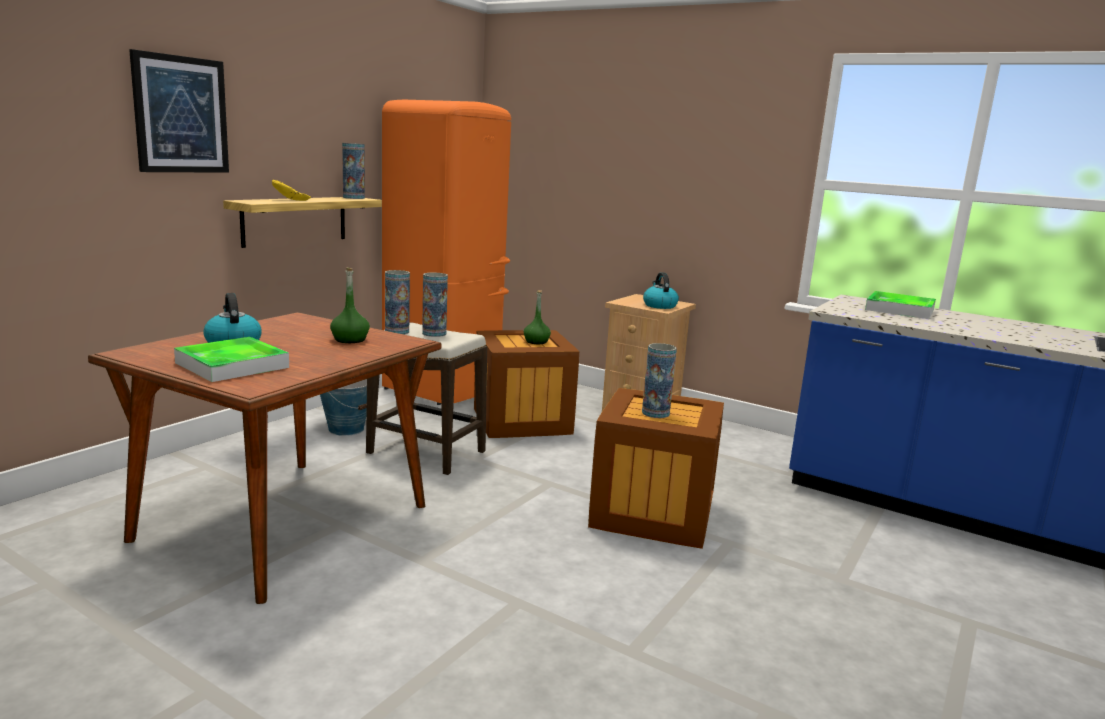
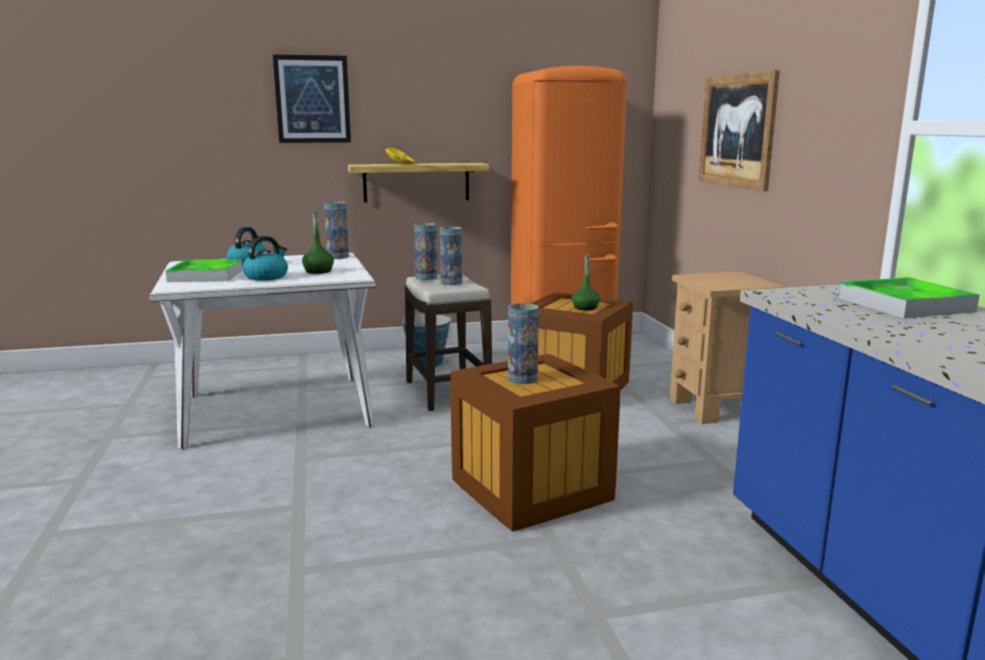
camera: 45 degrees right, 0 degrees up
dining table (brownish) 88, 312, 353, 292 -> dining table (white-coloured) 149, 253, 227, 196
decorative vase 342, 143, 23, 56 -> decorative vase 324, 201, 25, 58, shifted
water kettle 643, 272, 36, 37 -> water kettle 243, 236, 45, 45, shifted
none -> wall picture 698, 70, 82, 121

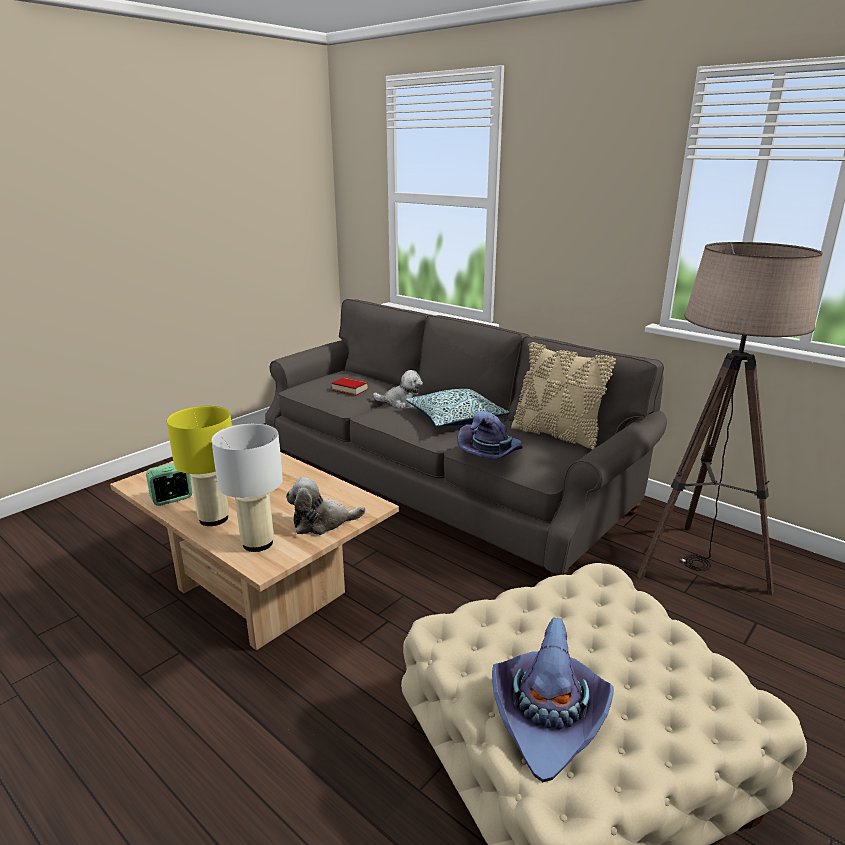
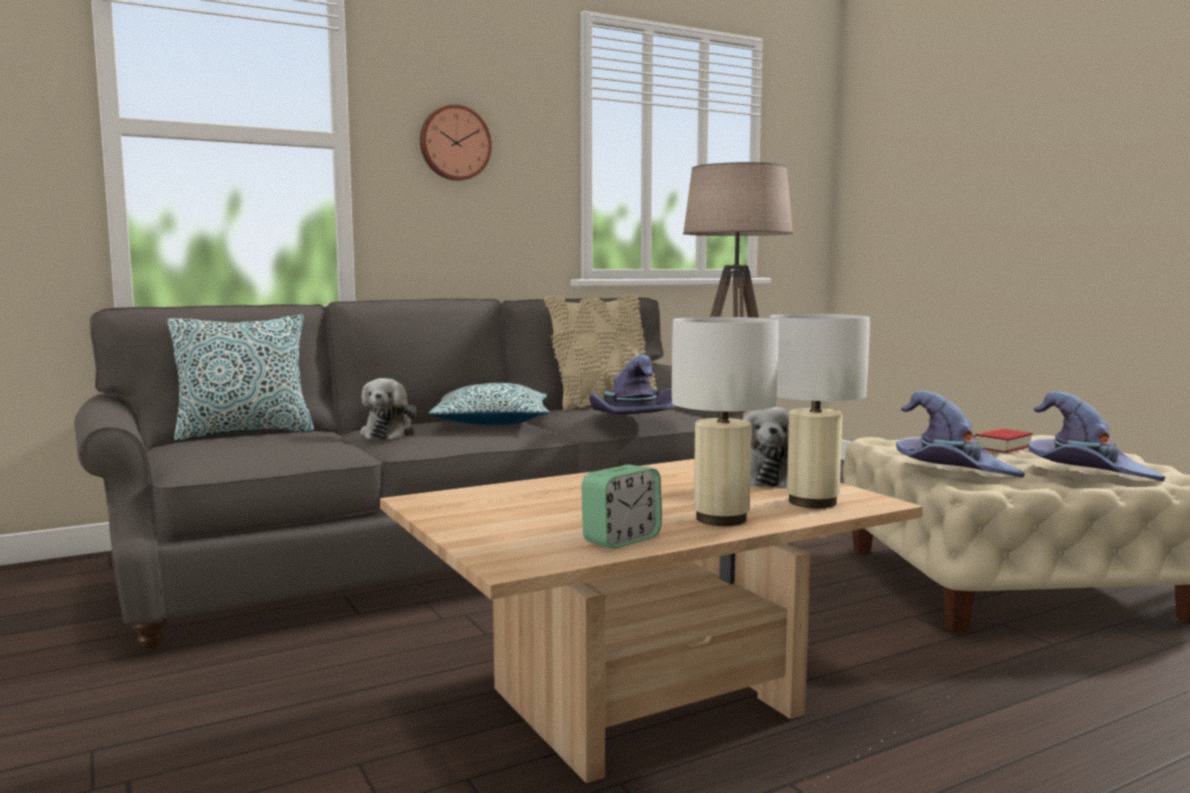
camera: 70 degrees left, 15 degrees down
table clock 146, 463, 46, 43 -> table clock 581, 464, 81, 85, 120 degrees counterclockwise
tabletop lamp (yellow) 167, 406, 65, 120 -> tabletop lamp (white-coloured) 672, 317, 107, 209
book 331, 377, 37, 19 -> book 973, 428, 60, 25, shifted
soft toy 373, 370, 50, 38 -> soft toy 360, 378, 56, 62, 150 degrees clockwise
none -> cushion 167, 314, 147, 127
none -> hanging clock 420, 104, 72, 77
none -> wearable hat (purple) 896, 391, 129, 87

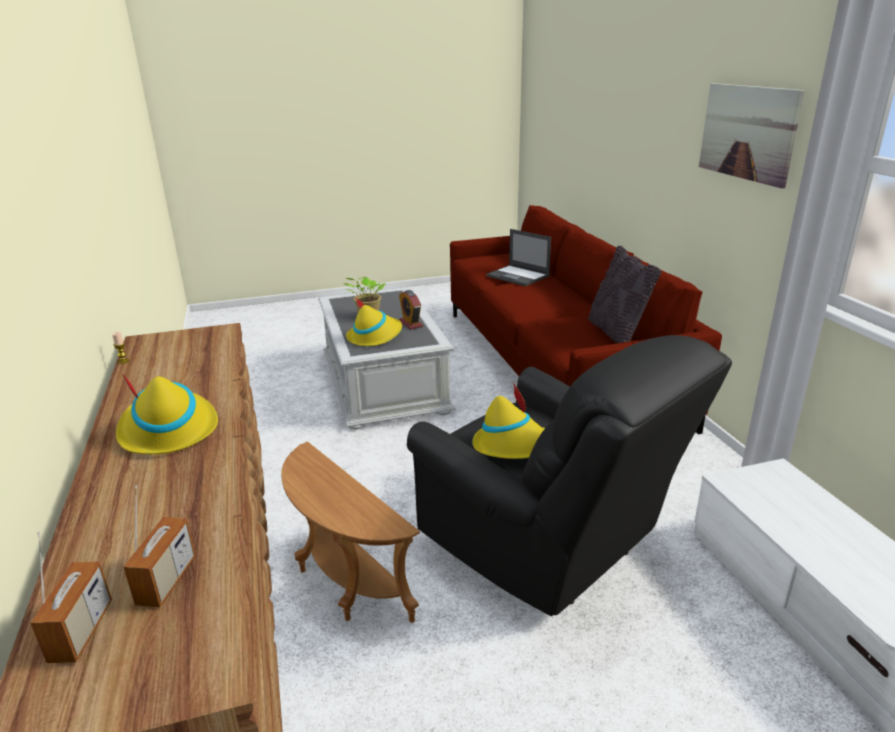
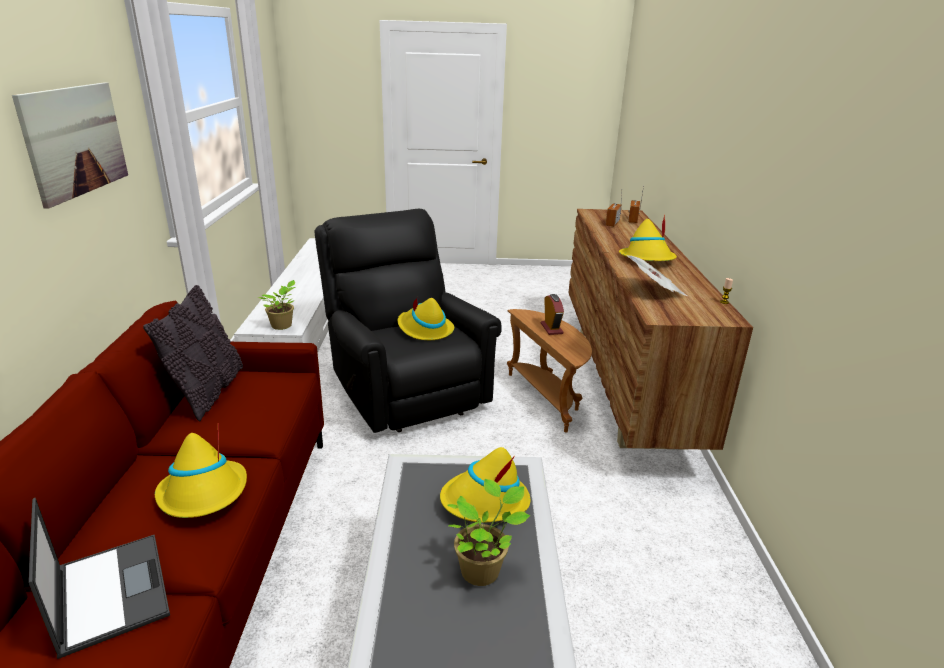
camera: 165 degrees left, 0 degrees up
table clock 399, 290, 24, 40 -> table clock 541, 294, 23, 41, shifted
none -> wearable hat (yellow) 155, 428, 92, 90
none -> potted plant 257, 280, 39, 50
none -> printed paper 626, 255, 61, 41

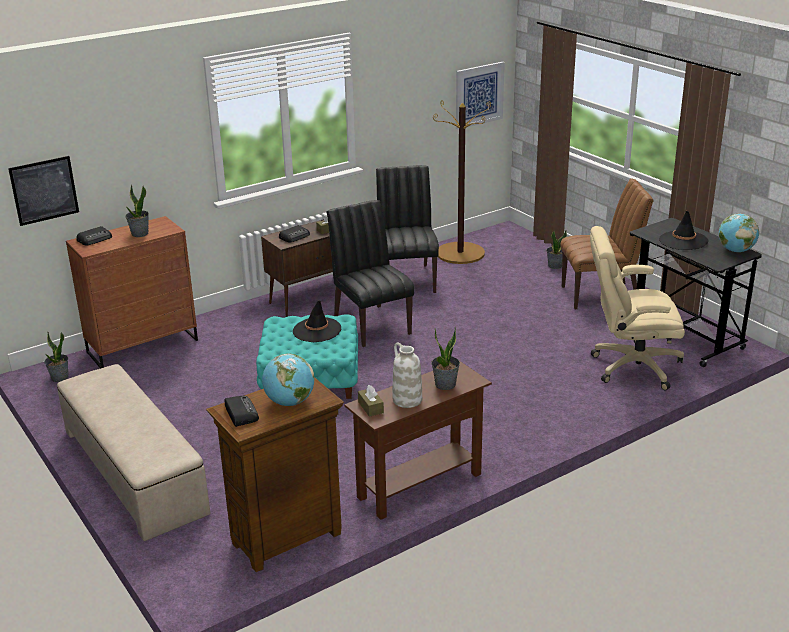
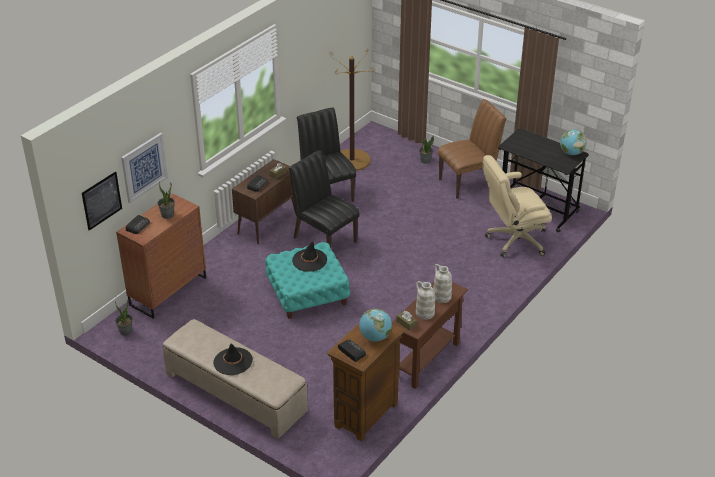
camera: 20 degrees left, 10 degrees up
potted plant 431, 326, 29, 64 -> decorative vase (white-coloured) 433, 264, 19, 39
wall picture 456, 62, 49, 68 -> wall picture 121, 133, 47, 70, shifted
wearable hat (black) 659, 211, 50, 39 -> wearable hat (black) 213, 343, 40, 32, shifted

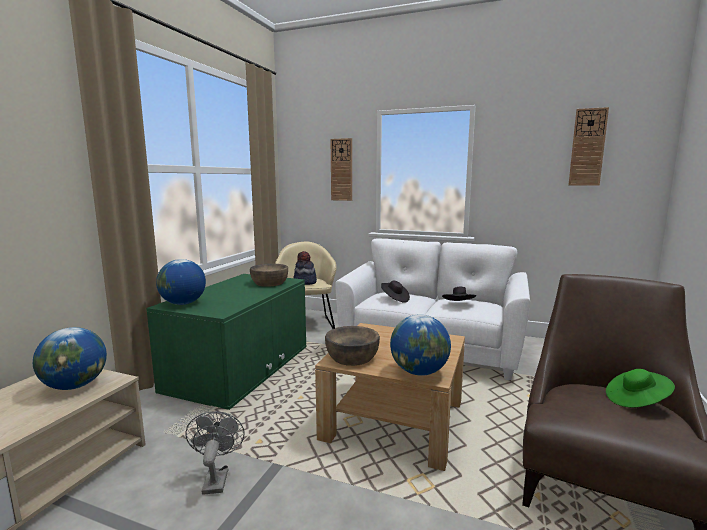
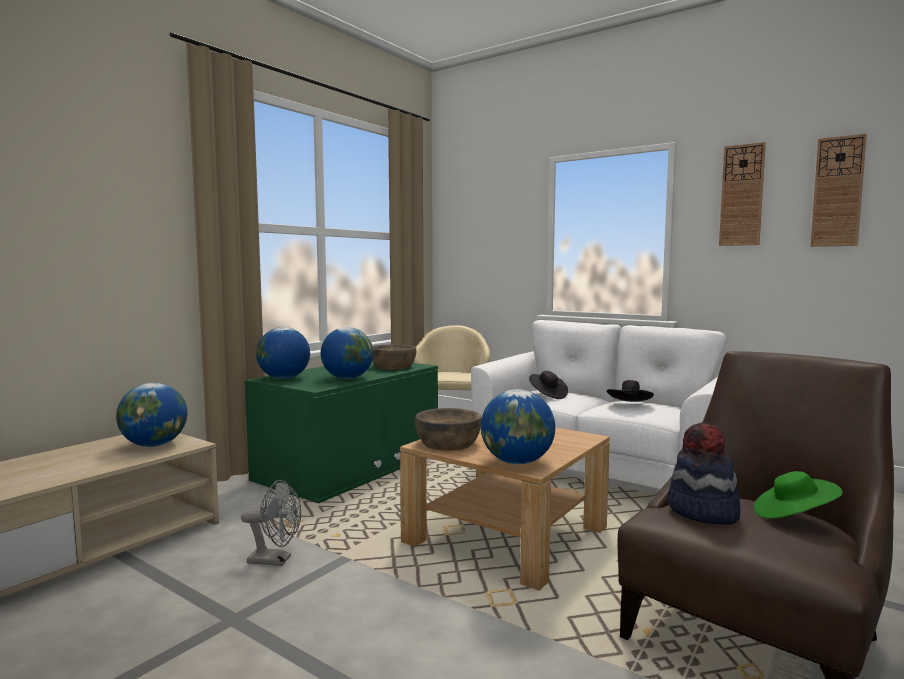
camera: 15 degrees right, 5 degrees down
fan (greyish) 186, 411, 59, 84 -> fan (greyish) 241, 480, 60, 86, 90 degrees clockwise
wearable hat 293, 251, 24, 34 -> wearable hat 668, 423, 73, 102, shifted
hanging clock 331, 138, 21, 63 -> hanging clock 719, 142, 47, 104, shifted
none -> desk globe 321, 327, 52, 52

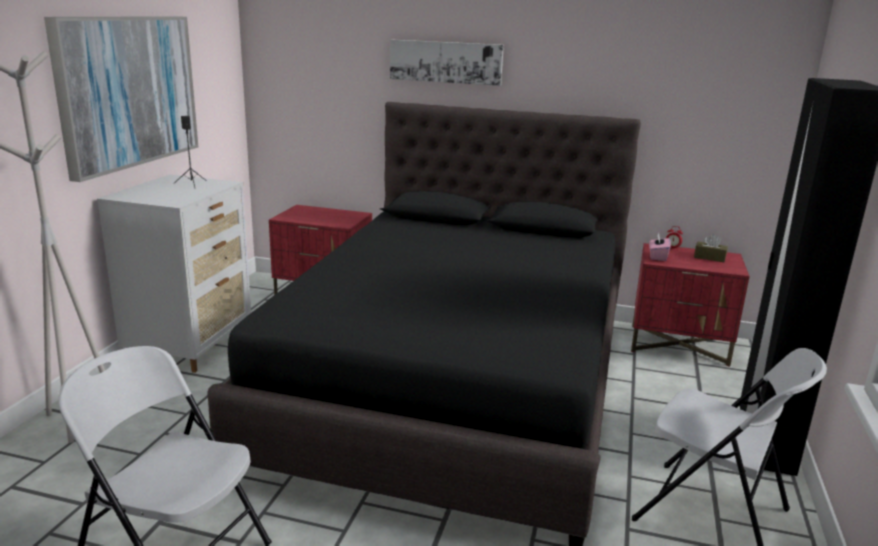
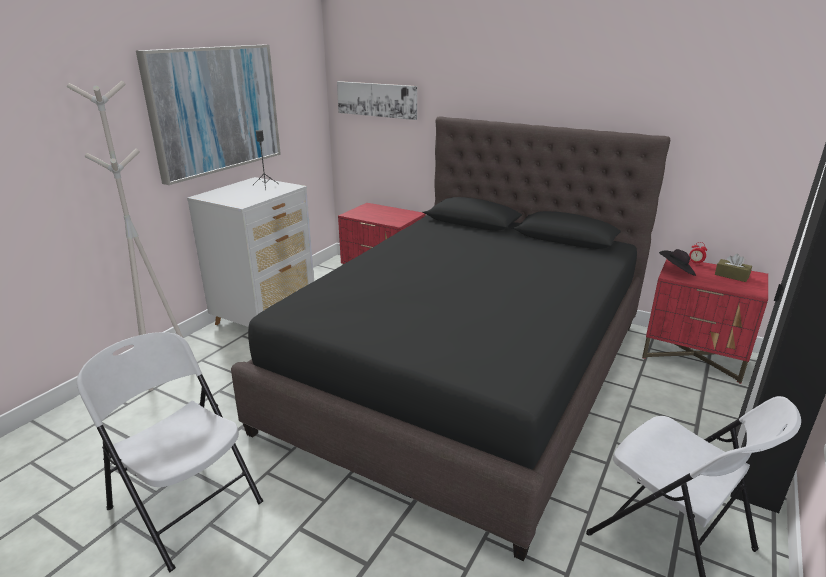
camera: 15 degrees right, 5 degrees up
wall picture 390, 40, 114, 46 -> wall picture 337, 81, 80, 39, shifted
box of tissues (pink-coloured) 649, 232, 22, 29 -> wearable hat (black) 659, 249, 37, 27

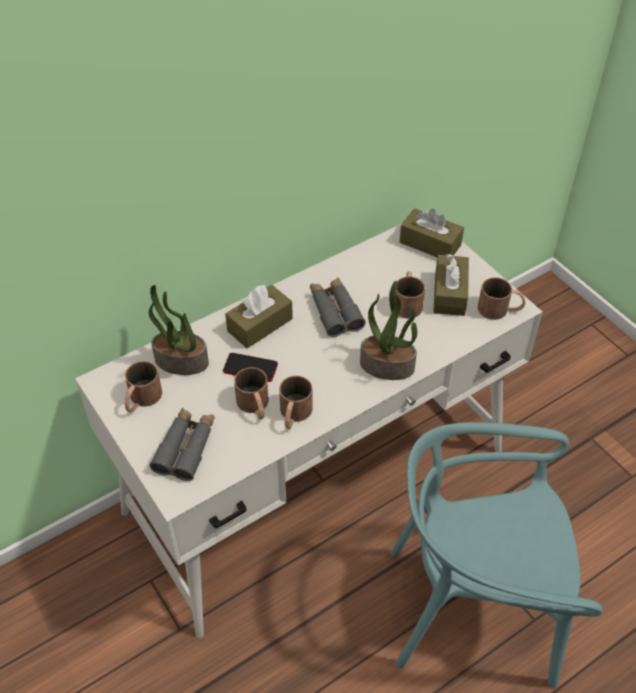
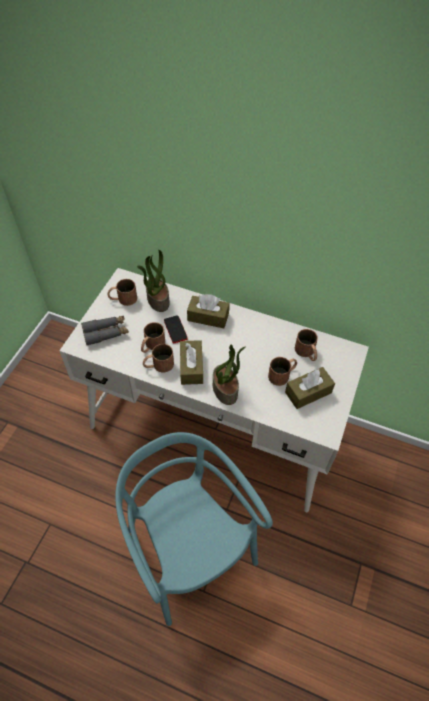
camera: 55 degrees right, 5 degrees up
field glasses (greyish) 310, 277, 56, 60 -> none
box of tissues (brownish) 400, 208, 64, 49 -> box of tissues (brownish) 180, 340, 23, 45, shifted
tea mug (brownish) 478, 277, 48, 43 -> tea mug (brownish) 295, 329, 23, 32, shifted

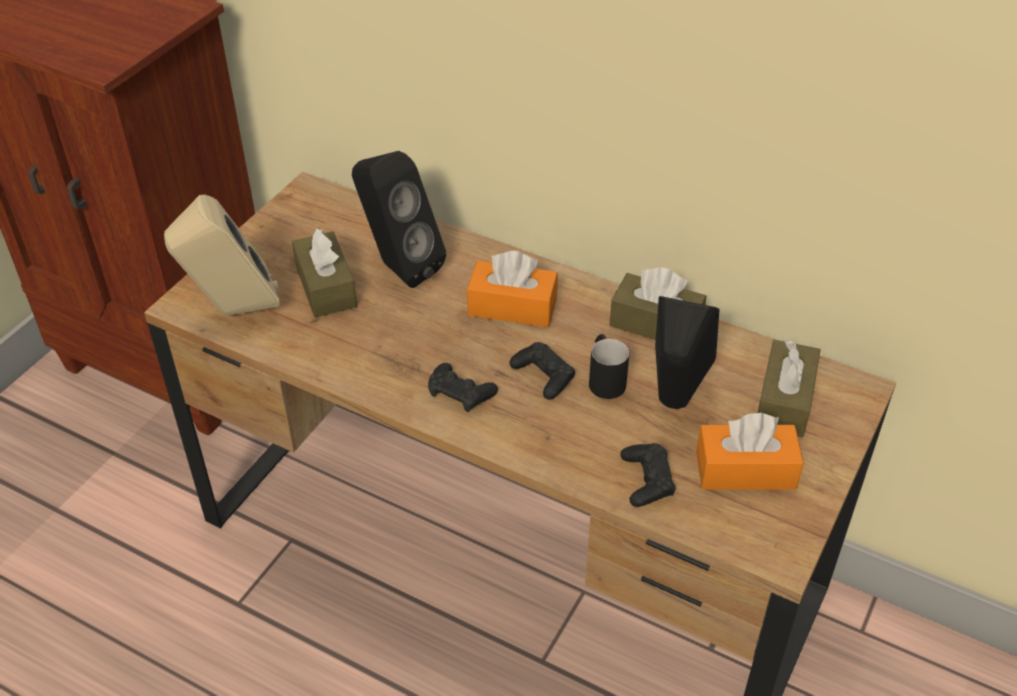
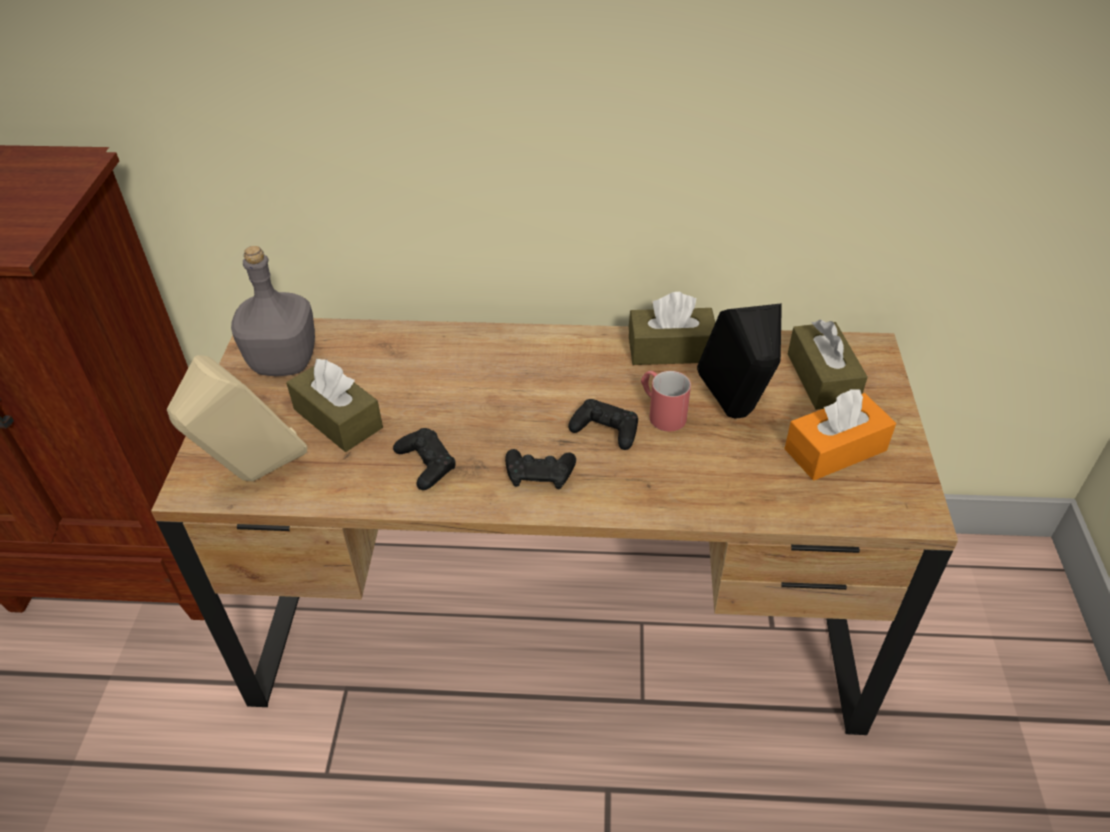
camera: 25 degrees left, 0 degrees up
loudspeaker (black) 352, 151, 94, 137 -> none
box of tissues (orange-coloured) 467, 251, 91, 76 -> none
tea mug (black) 589, 334, 40, 65 -> tea mug (reddish) 641, 371, 50, 60
game controller (black) 620, 443, 56, 64 -> game controller (black) 393, 428, 63, 62, shifted
none -> beverage bottle (greyish) 231, 246, 84, 130

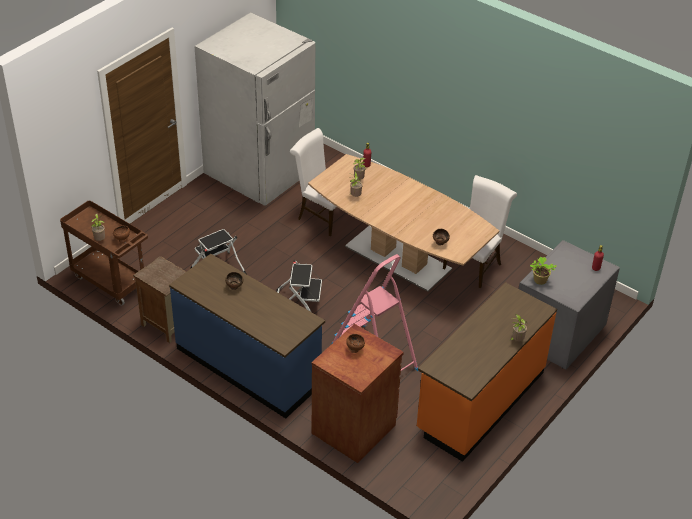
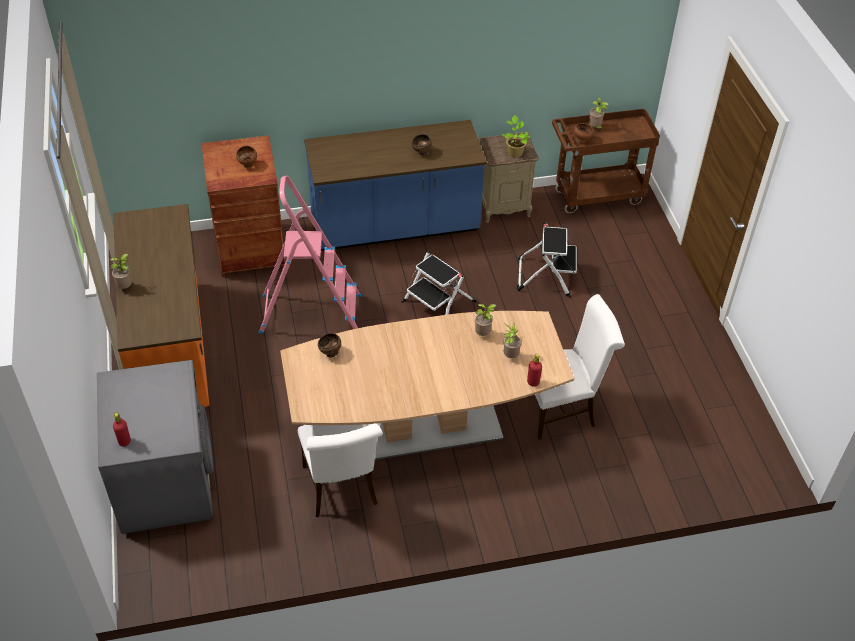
camera: 130 degrees right, 5 degrees up
refrigerator (white-coloured) 194, 13, 121, 193 -> none
potted plant 530, 257, 27, 28 -> potted plant 502, 115, 28, 42, shifted

